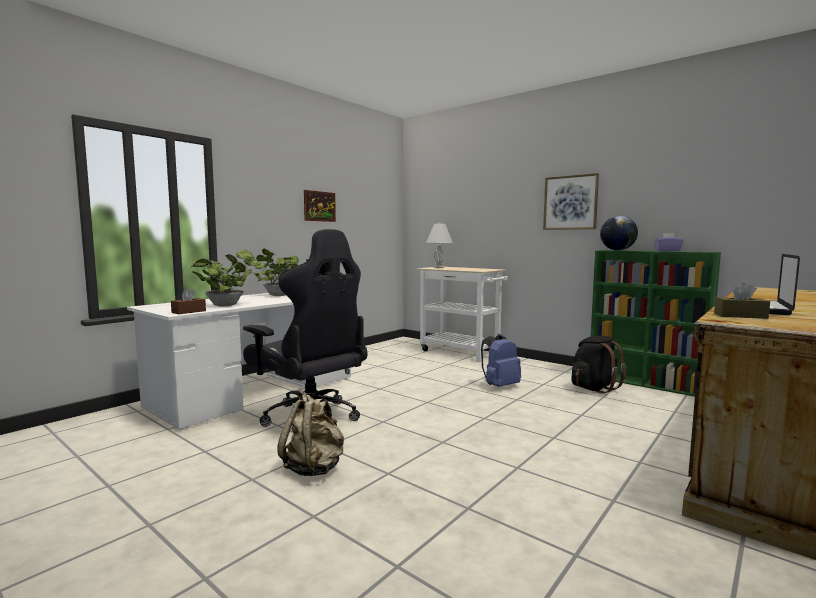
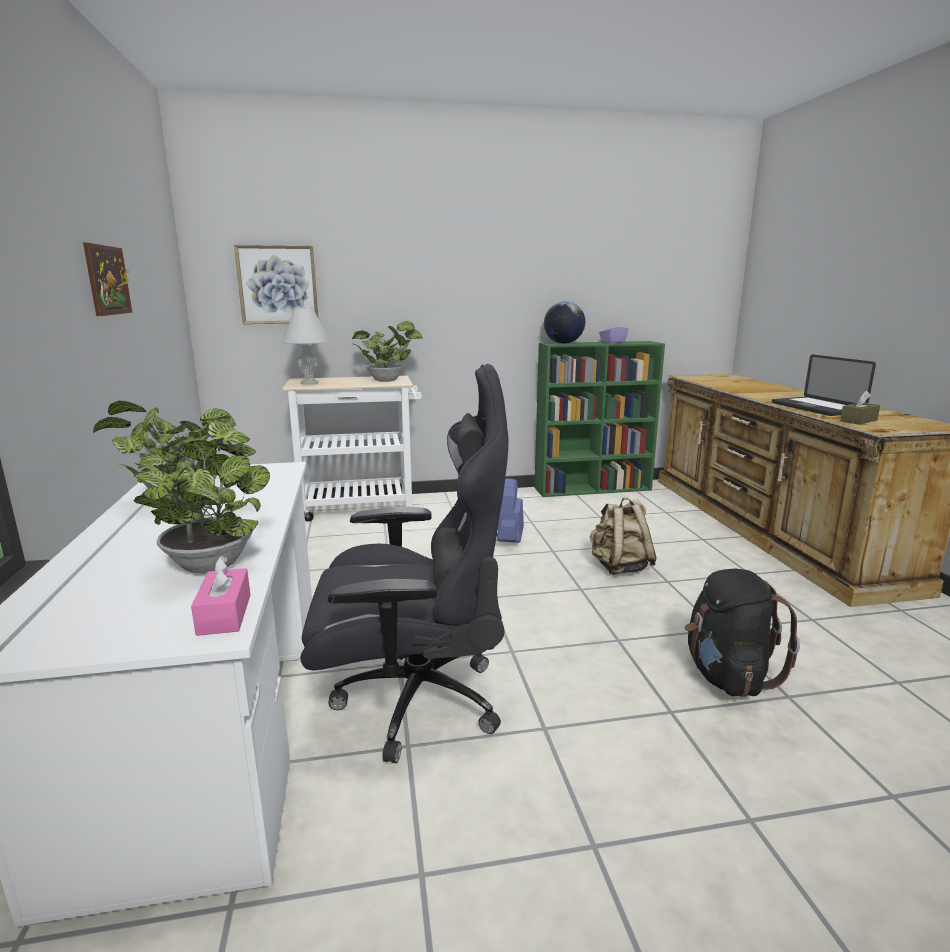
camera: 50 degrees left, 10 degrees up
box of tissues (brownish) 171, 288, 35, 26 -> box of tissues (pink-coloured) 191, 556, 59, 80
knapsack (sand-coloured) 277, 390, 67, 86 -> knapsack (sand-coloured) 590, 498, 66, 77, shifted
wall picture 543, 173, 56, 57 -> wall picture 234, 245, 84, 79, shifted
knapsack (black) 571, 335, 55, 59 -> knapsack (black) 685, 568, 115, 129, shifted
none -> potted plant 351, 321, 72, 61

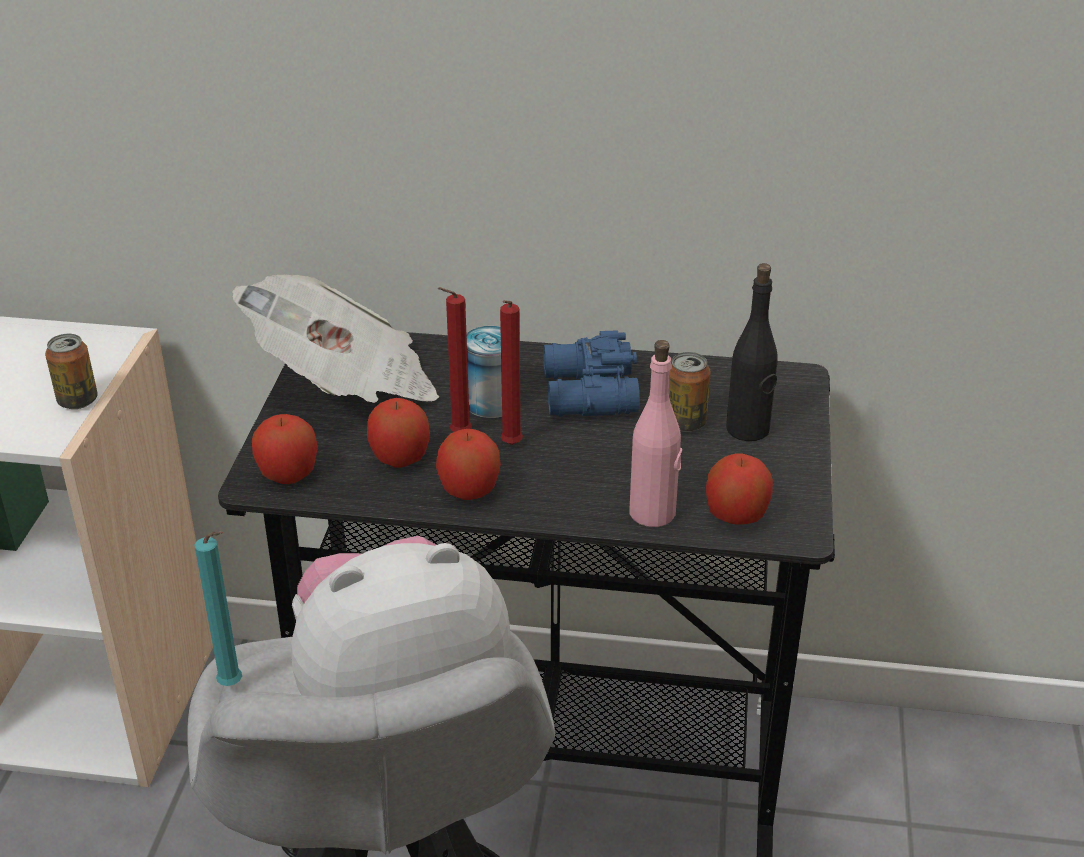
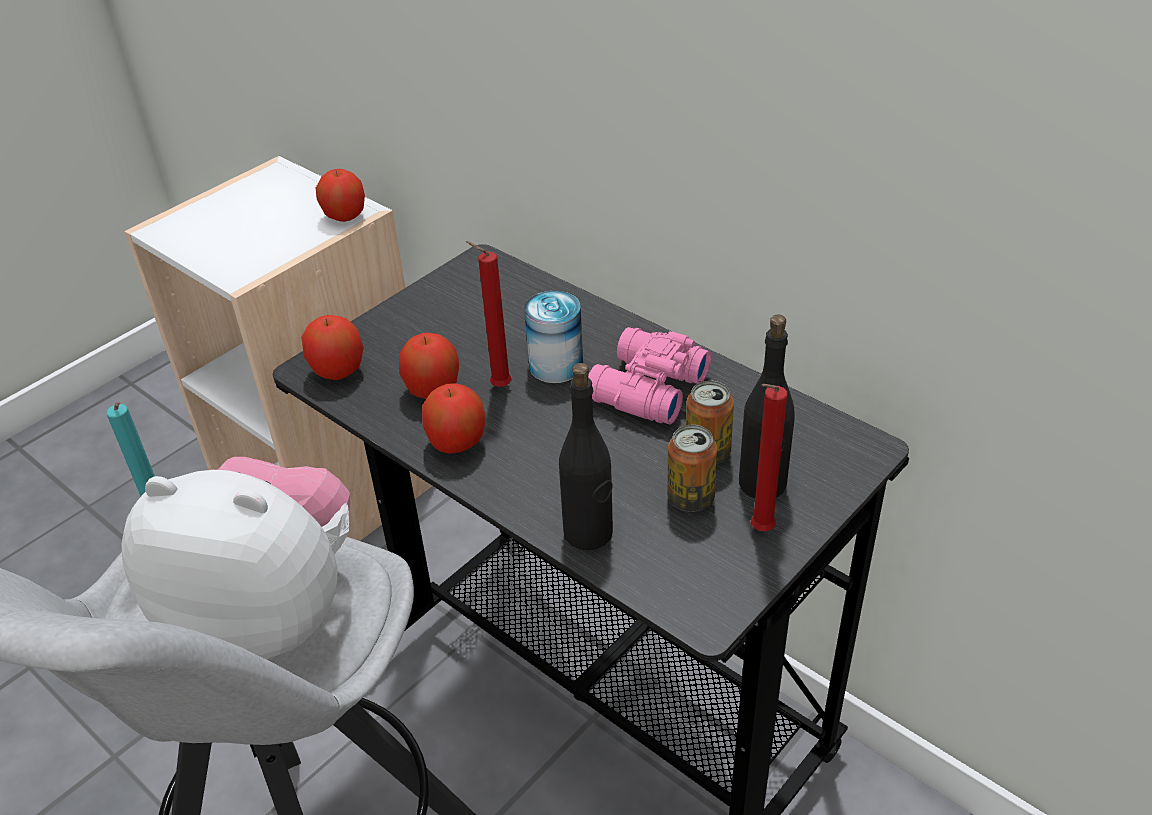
camera: 35 degrees right, 5 degrees up
can 45, 334, 53, 75 -> can 667, 425, 50, 87, shifted
printed paper 232, 275, 207, 128 -> none
wax candle (reddish) 500, 300, 23, 145 -> wax candle (reddish) 751, 384, 36, 147, shifted
field glasses (bluish) 543, 330, 96, 87 -> field glasses (pink-coloured) 588, 327, 123, 97
beverage bottle (pink-coloured) 629, 340, 53, 187 -> beverage bottle (black) 559, 363, 54, 187
apple 705, 453, 68, 72 -> apple 316, 169, 49, 53, shifted

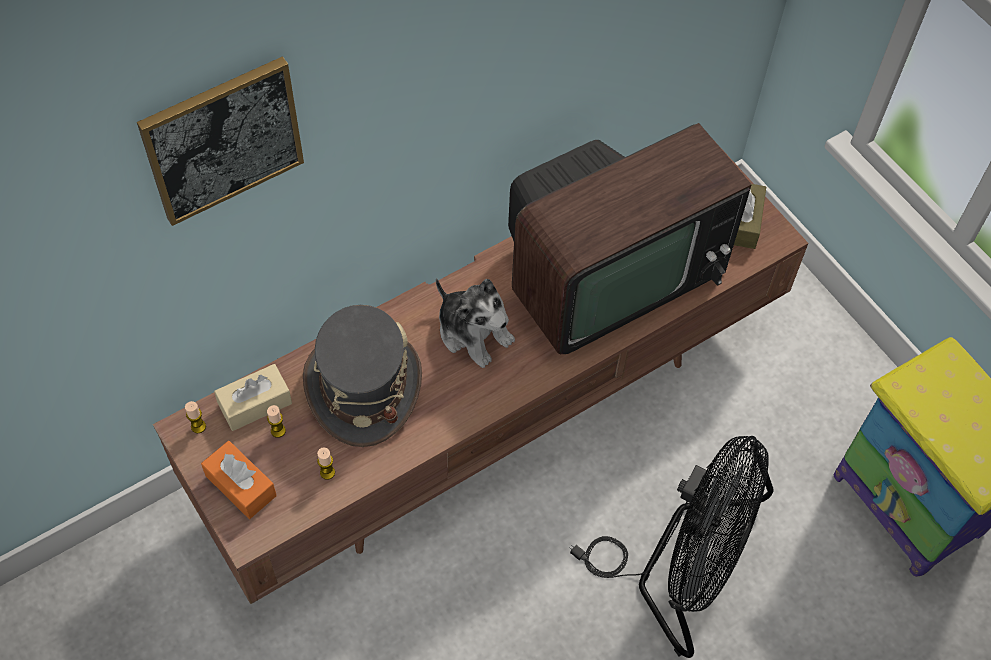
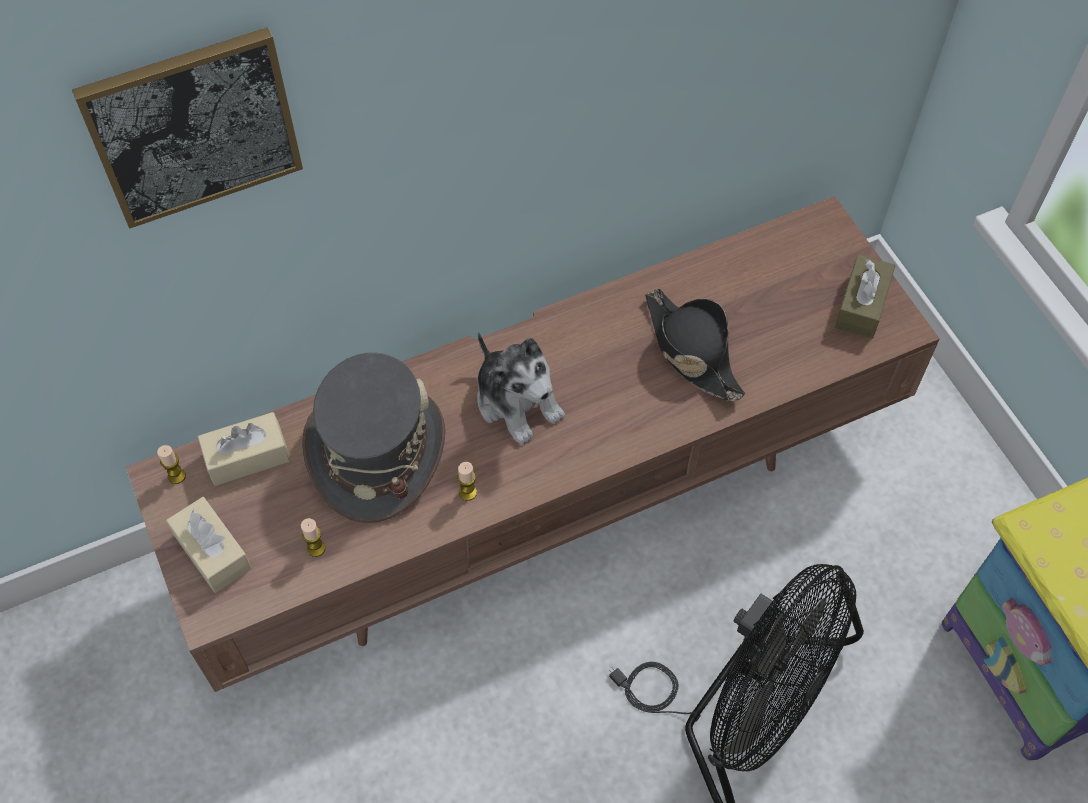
camera: 10 degrees right, 0 degrees up
box of tissues (orange-coloured) 201, 441, 76, 78 -> box of tissues (sand-coloured) 166, 497, 86, 96
wax candle 267, 405, 19, 33 -> wax candle 457, 462, 20, 39, shifted
television 508, 123, 244, 231 -> wearable hat (black) 645, 289, 100, 112

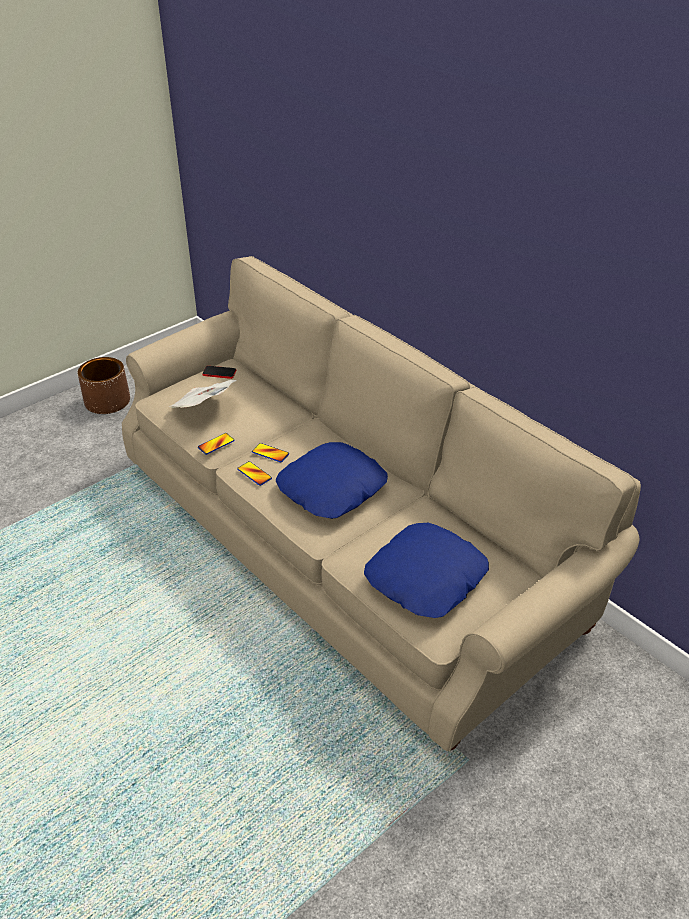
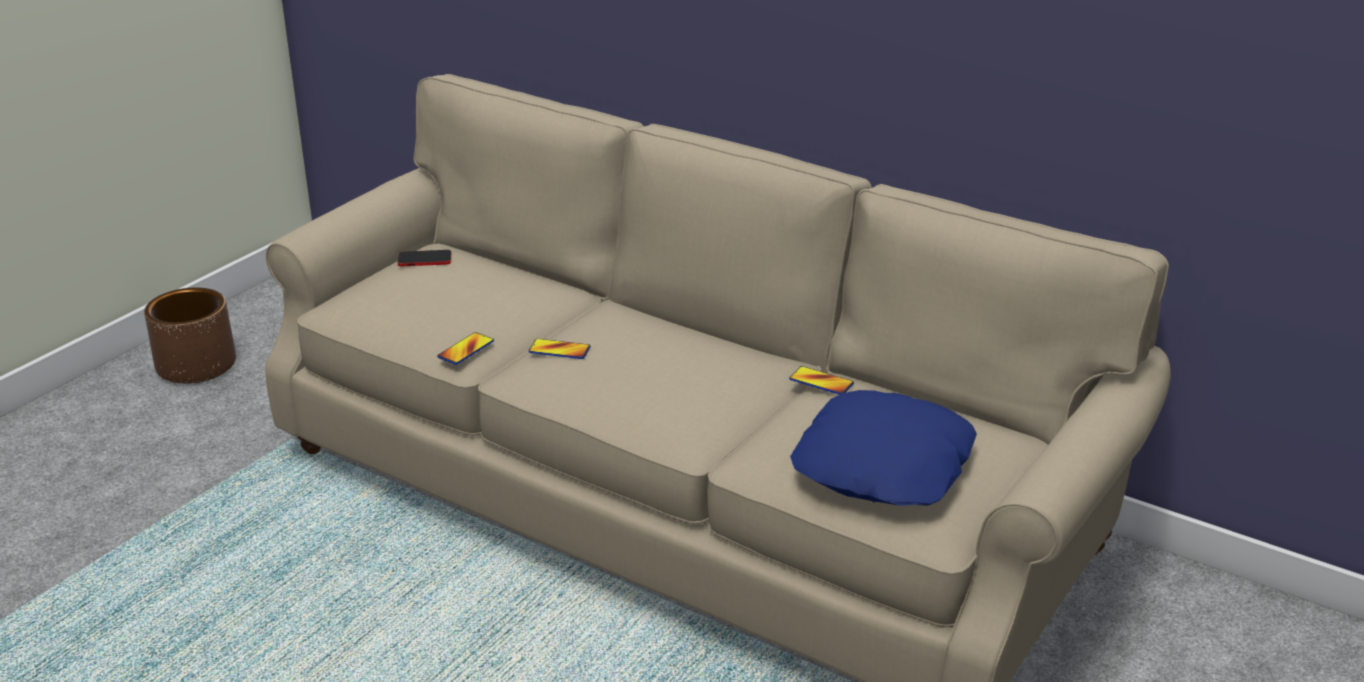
camera: 15 degrees left, 10 degrees down
printed paper 169, 380, 68, 28 -> none
handset 237, 461, 35, 25 -> handset 789, 366, 65, 29, shifted
cushion (bluish) 276, 442, 112, 77 -> none

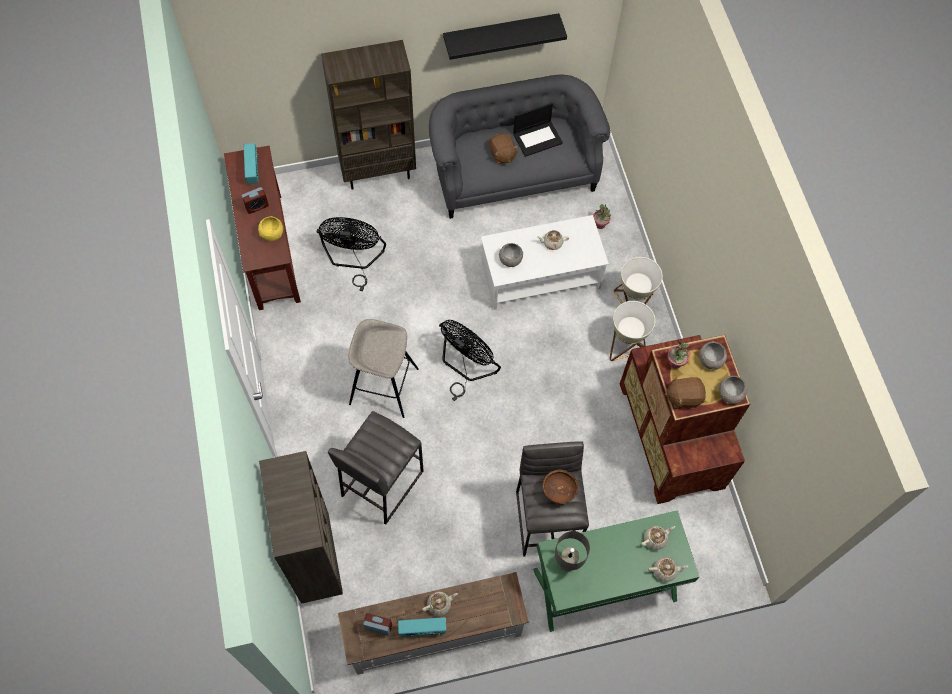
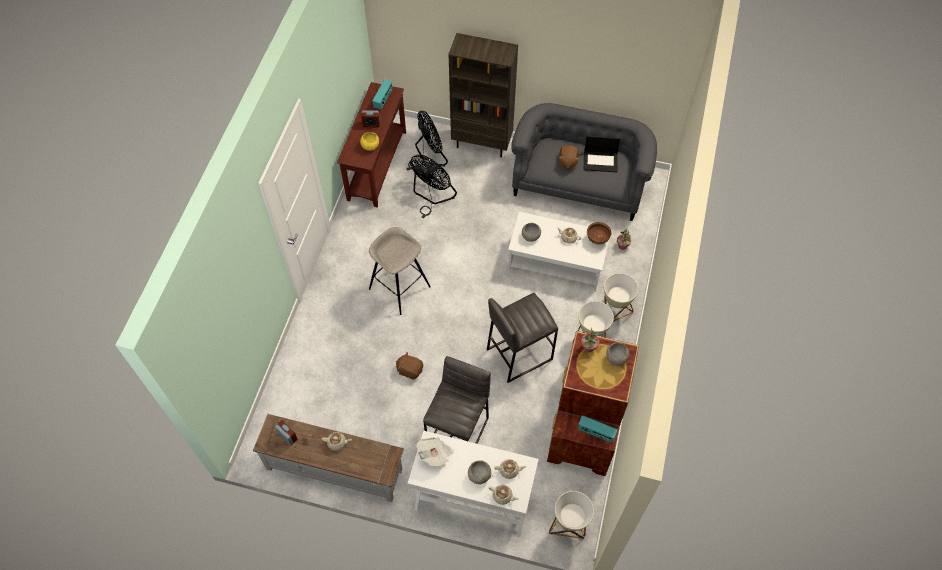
camera: 30 degrees right, 5 degrees down
bookcase (brownish) 259, 451, 84, 153 -> none
stool (greyish) 328, 411, 96, 114 -> stool (greyish) 487, 293, 71, 90, shifted
radio receiver 398, 617, 49, 20 -> radio receiver 579, 415, 39, 28, shifted
fan (black) 439, 320, 62, 81 -> fan (black) 406, 111, 42, 59, shifted
shelf (black) 443, 13, 124, 47 -> none
desk table (green) 533, 510, 166, 122 -> desk table (white-coloured) 408, 431, 131, 107
serving bowl (brownish) 543, 470, 35, 34 -> serving bowl (brownish) 587, 222, 24, 23, shifted
tabletop lamp (greyish) 555, 531, 35, 40 -> printed paper 416, 437, 38, 29
soft toy (brownish) 665, 375, 41, 34 -> soft toy (brownish) 396, 352, 27, 28, shifted
serving bowl (greyish) 719, 376, 29, 28 -> serving bowl (greyish) 468, 460, 23, 24, shifted
none -> plant pot 549, 491, 45, 48

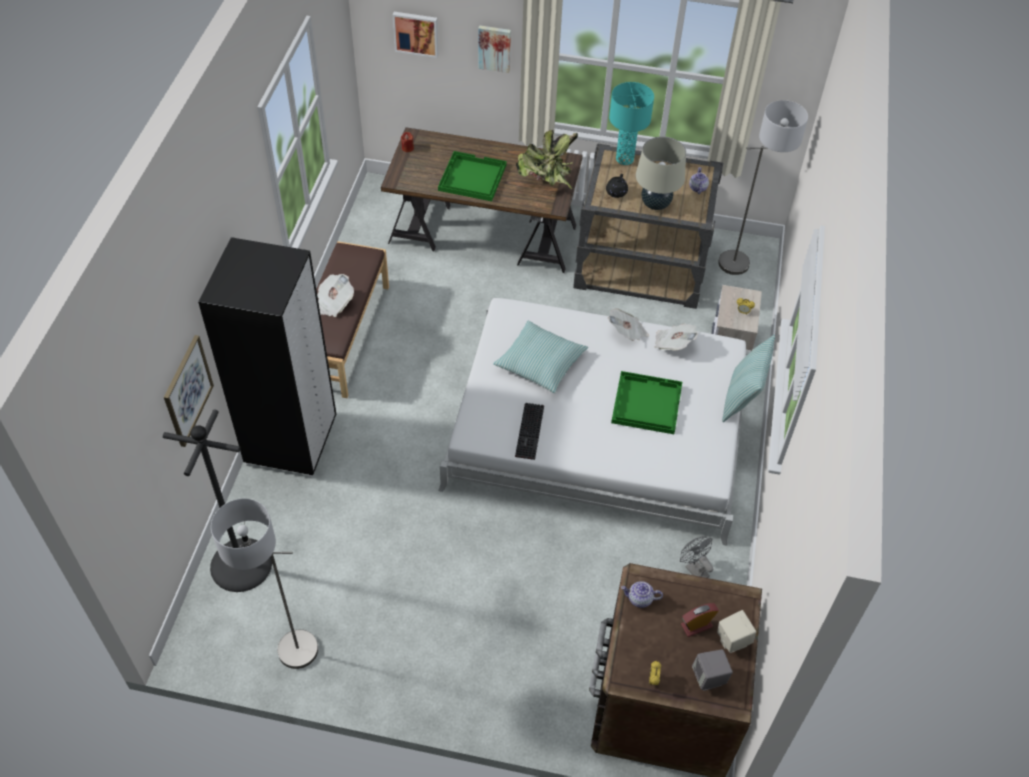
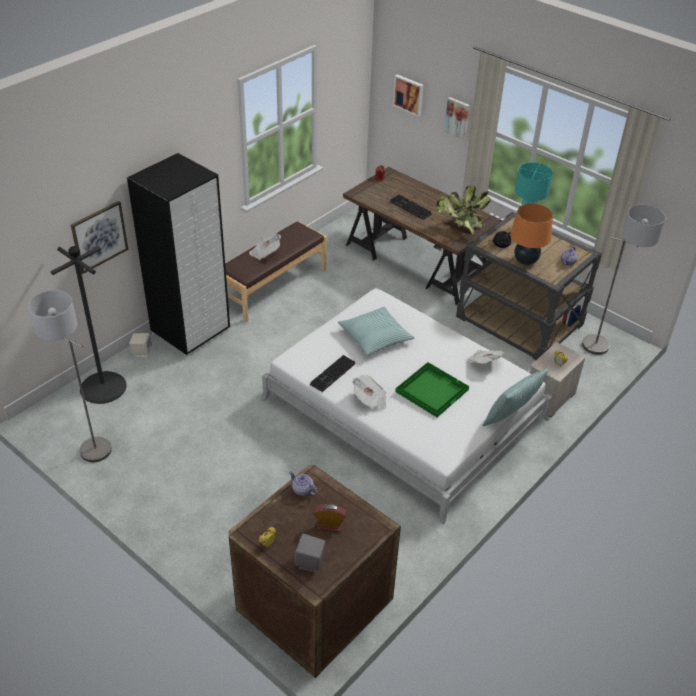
camera: 30 degrees right, 10 degrees down
tray (green) 438, 151, 69, 50 -> keyboard 390, 195, 42, 25
printed paper 608, 308, 41, 33 -> printed paper 352, 375, 34, 34, shifted
tabletop lamp (sand-coloured) 636, 137, 50, 73 -> tabletop lamp (orange-coloured) 510, 203, 43, 62
fan (greyish) 680, 536, 33, 42 -> none
loudspeaker (sand-coloured) 717, 610, 39, 43 -> loudspeaker (sand-coloured) 129, 333, 23, 25, shifted

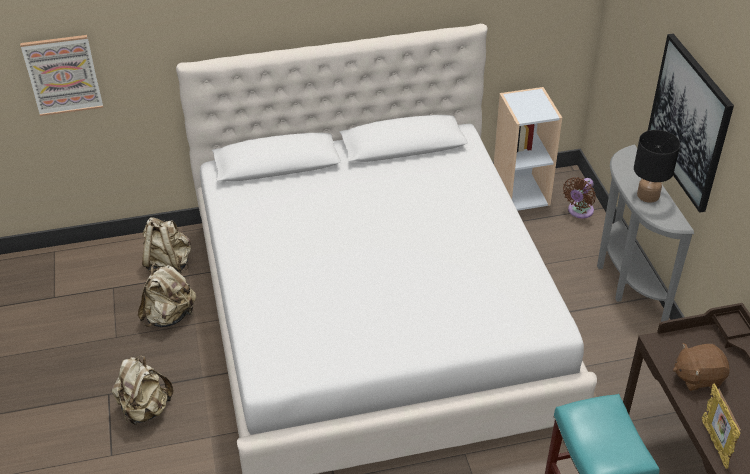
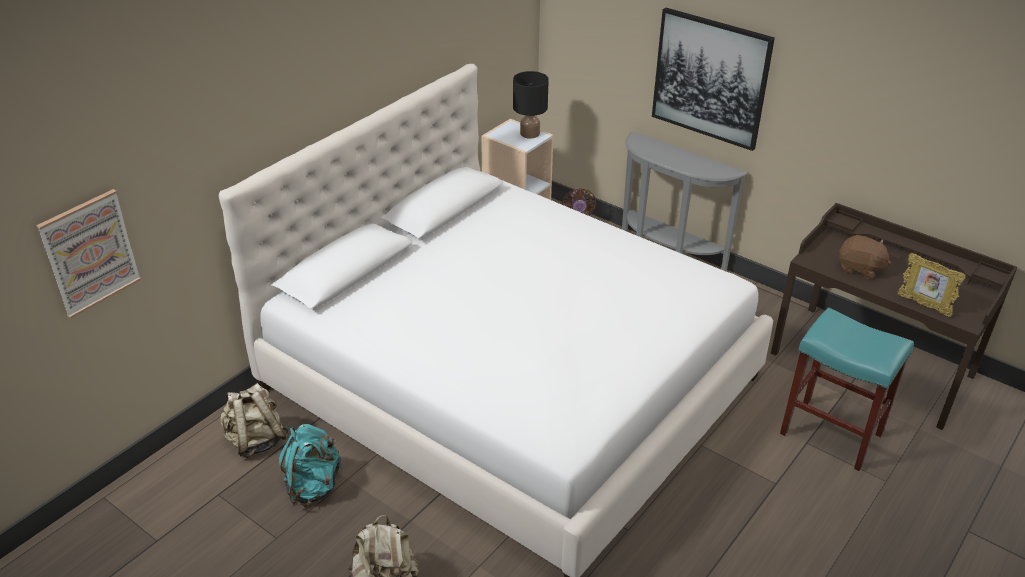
camera: 40 degrees left, 5 degrees down
knapsack (sand-coloured) 138, 263, 58, 64 -> knapsack (blue-green) 278, 424, 65, 83
tabletop lamp (black) 634, 130, 46, 73 -> tabletop lamp (black) 513, 71, 36, 68, shifted
soft toy (brownish) 673, 343, 57, 48 -> soft toy (brownish) 839, 235, 52, 44, 105 degrees counterclockwise

